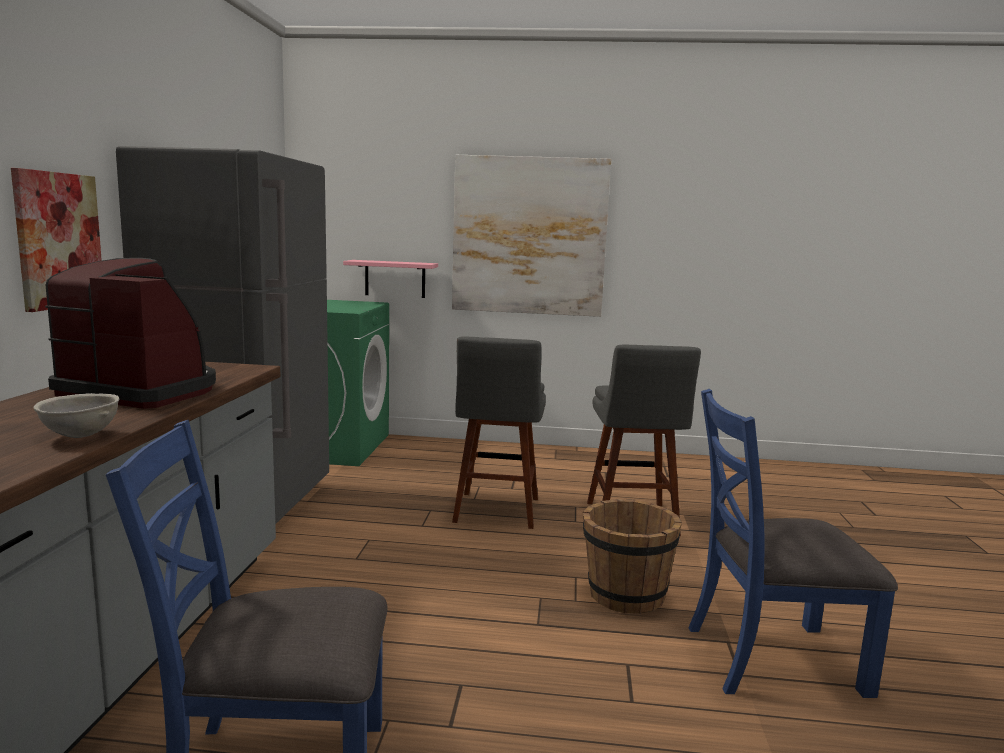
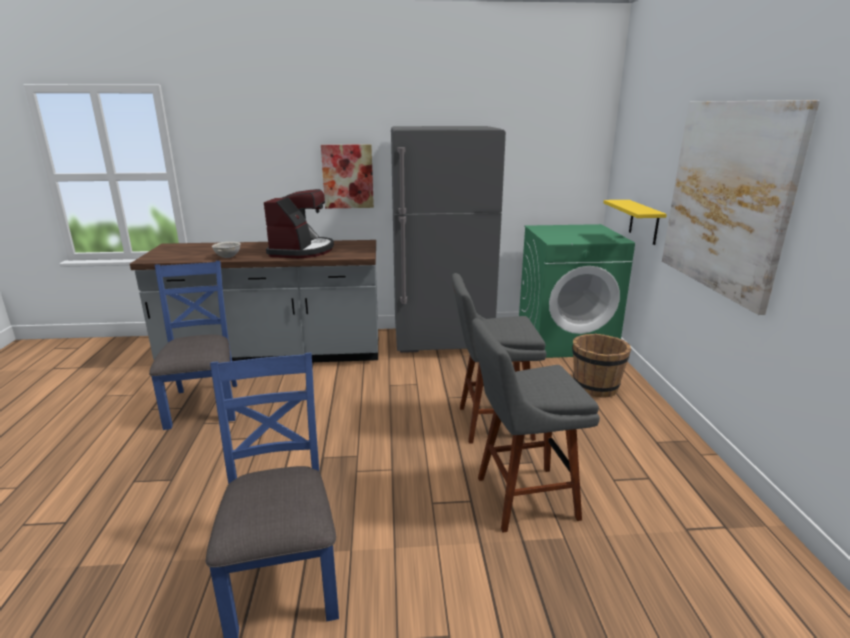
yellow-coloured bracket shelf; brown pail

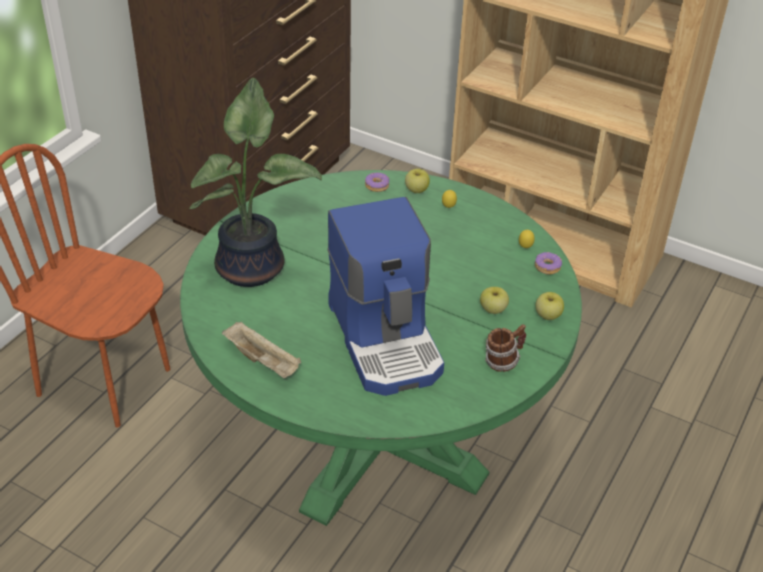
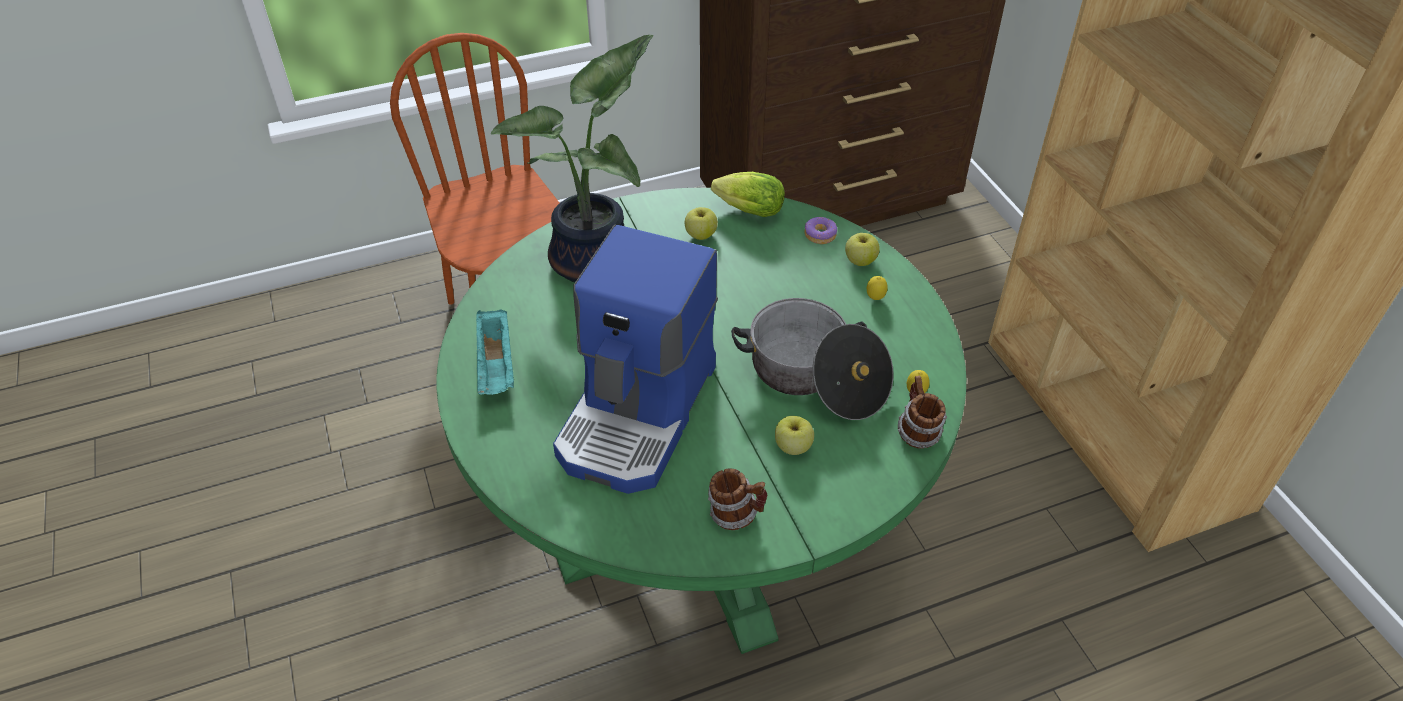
turquoise-coloured carrying tray; tea mug (2nd from left); apple (1st from left); head of lettuce; stockpot

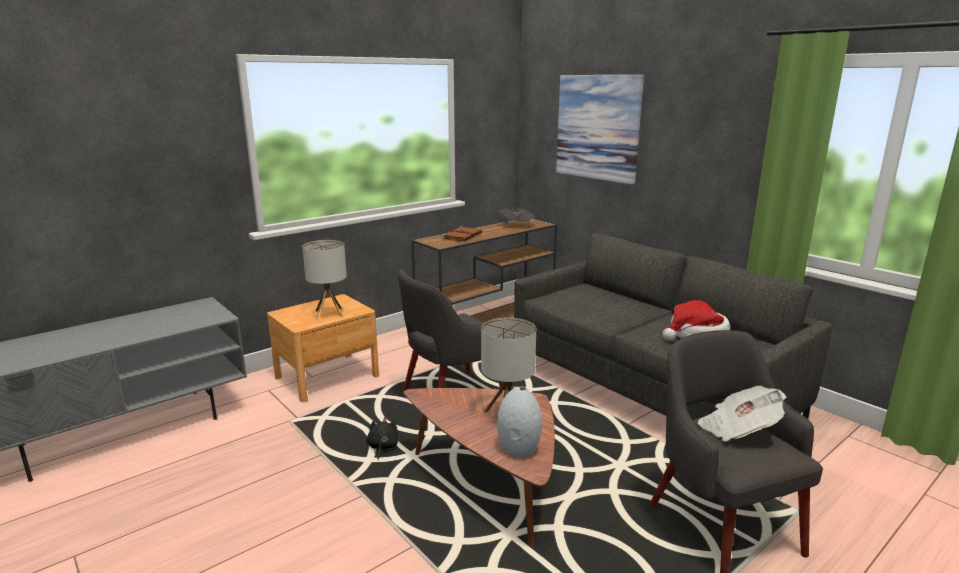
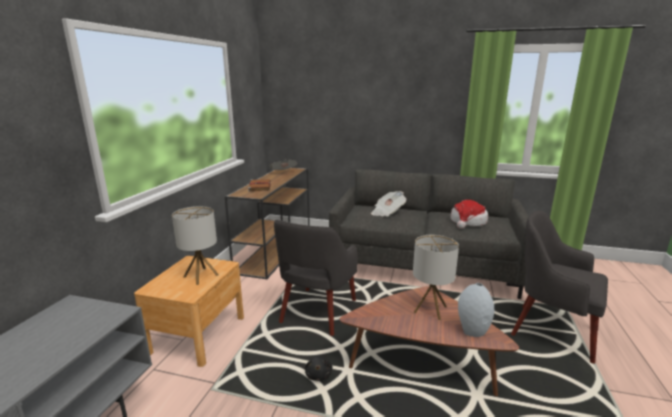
blackish soft toy; picture; newspaper (2nd from left)

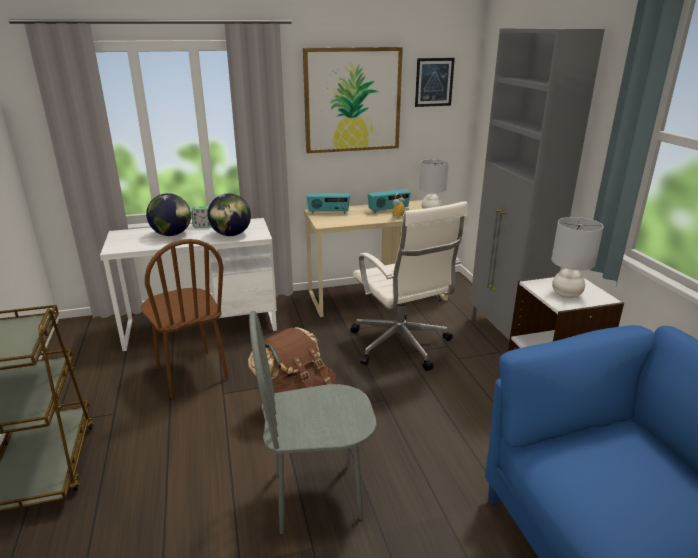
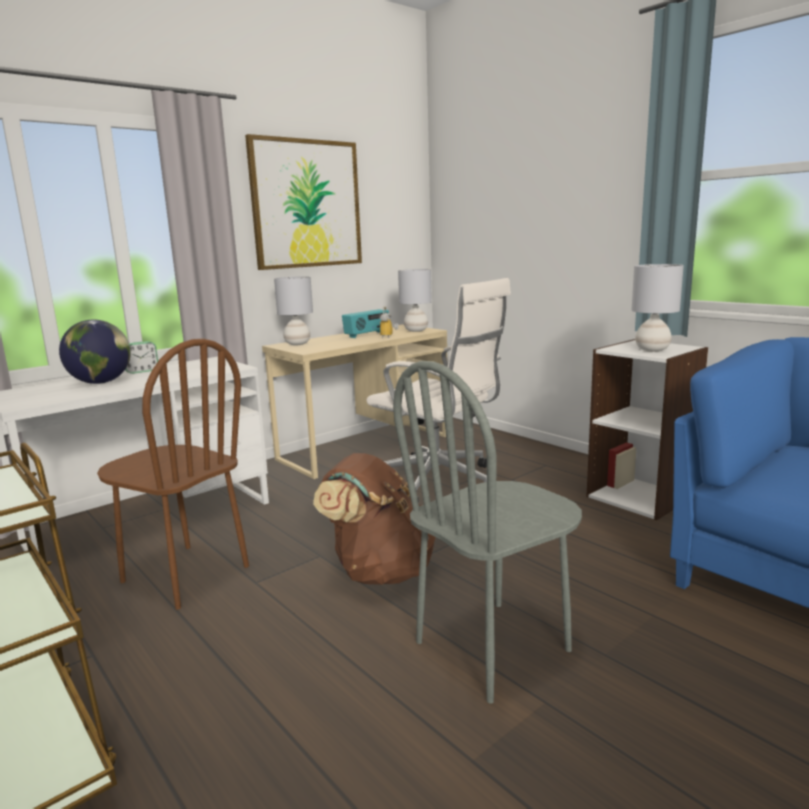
globe (2nd from left in the first image); greyish tabletop lamp (1st from left); picture (2nd from left in the first image); greyish cupboard

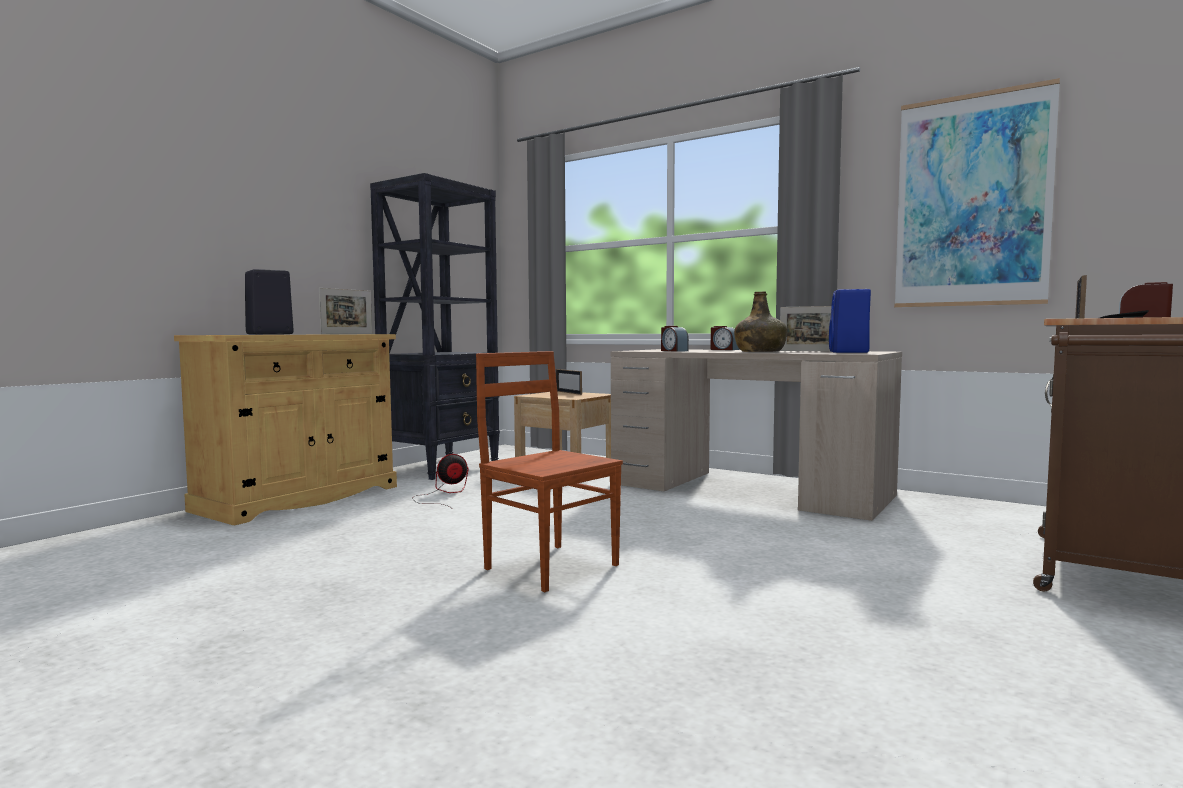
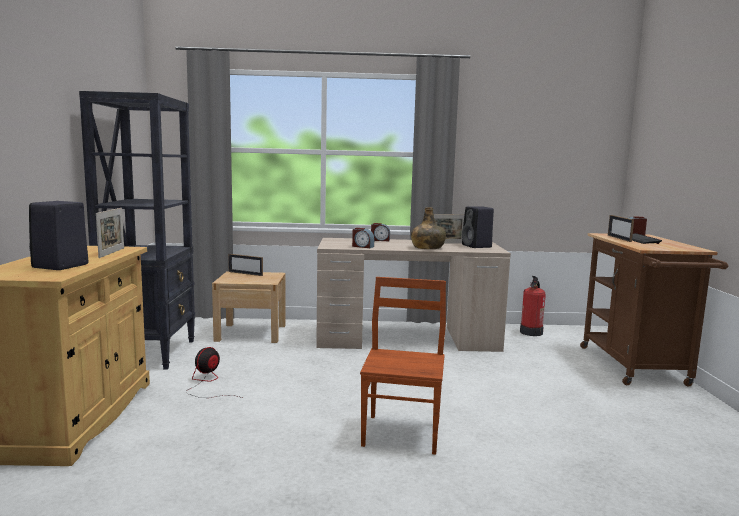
brown chair; blackish audio speaker (2nd from left); picture; extinguisher

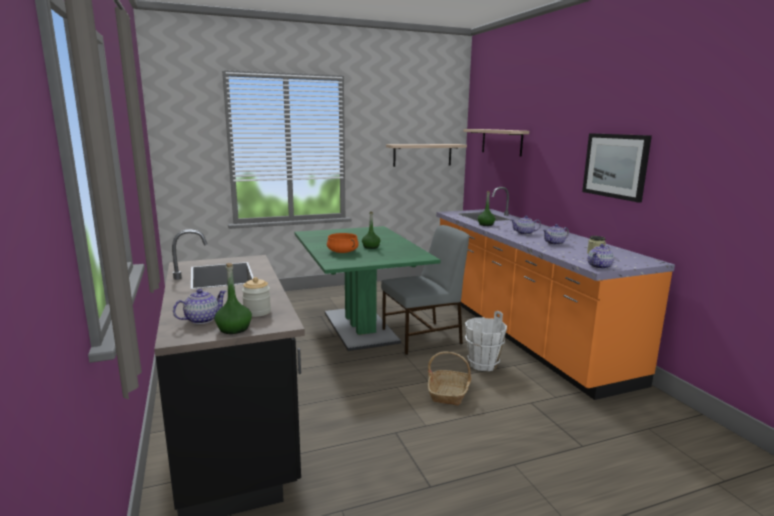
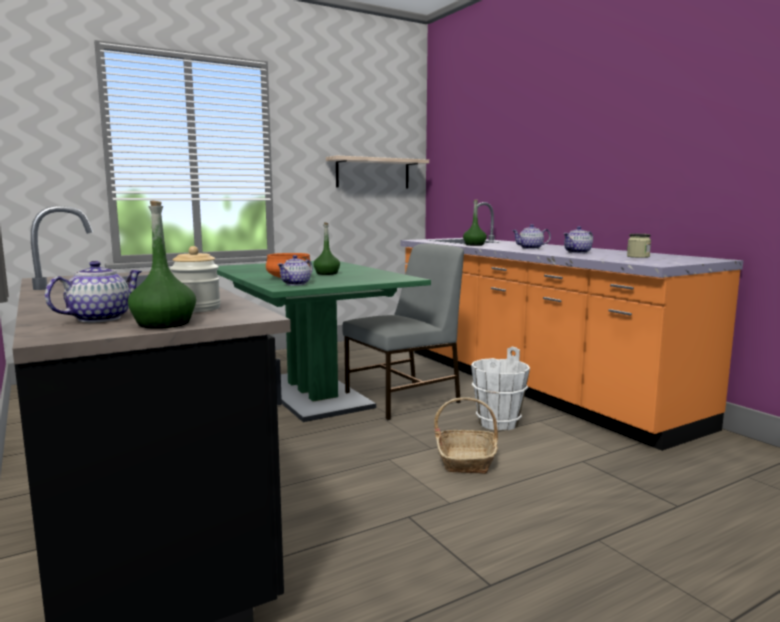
bracket shelf (2nd from left in the first image); picture; tea pot (2nd from left)

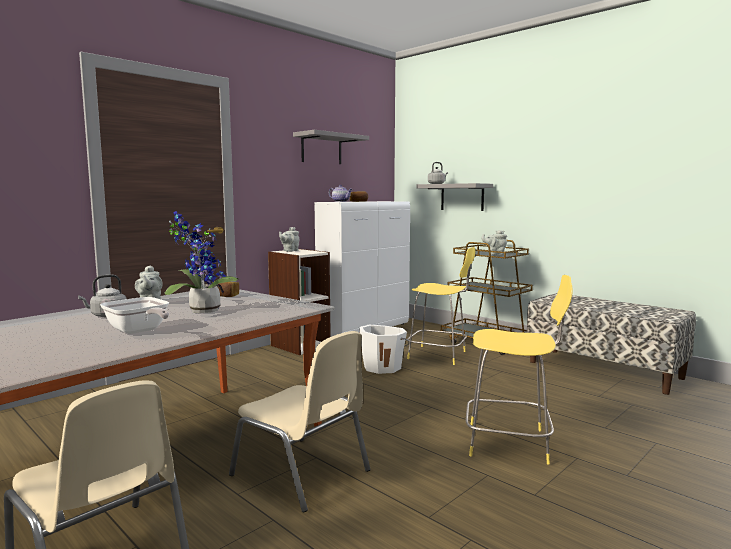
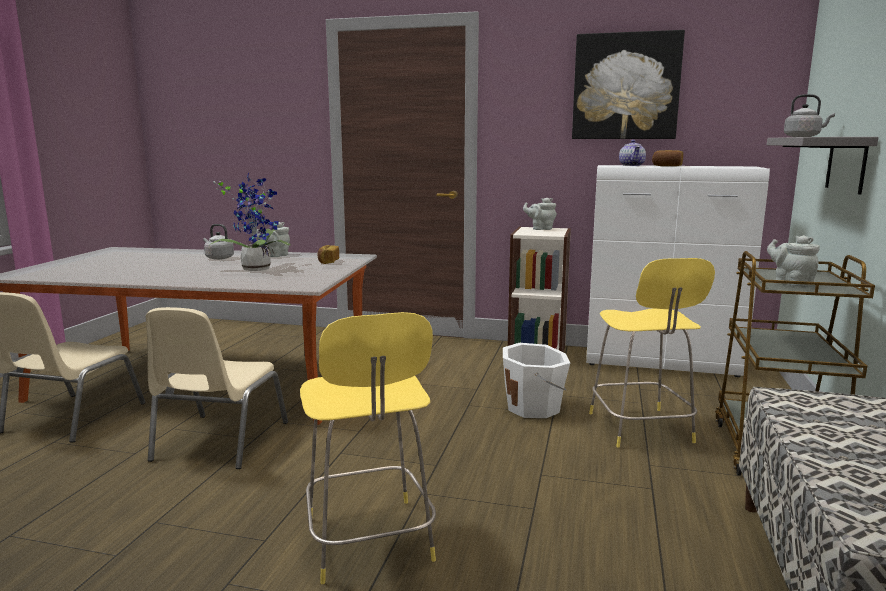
frying pan; picture

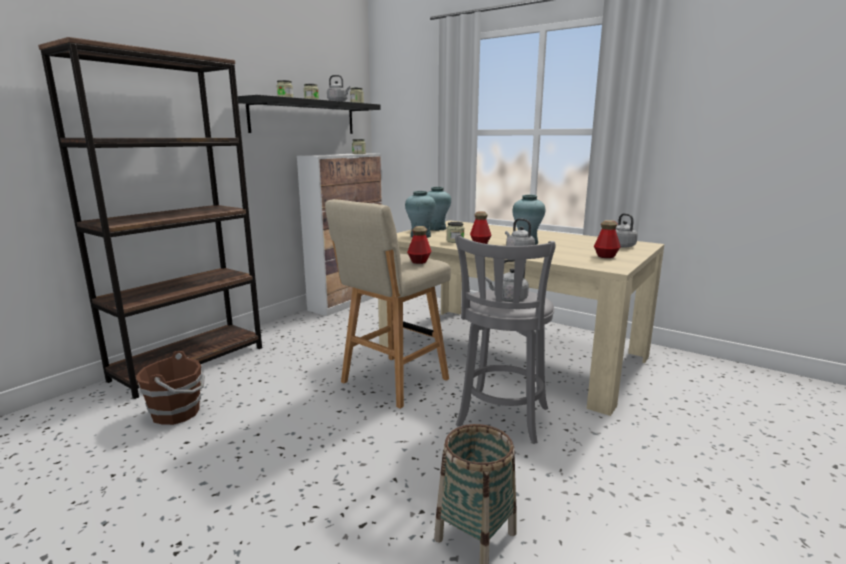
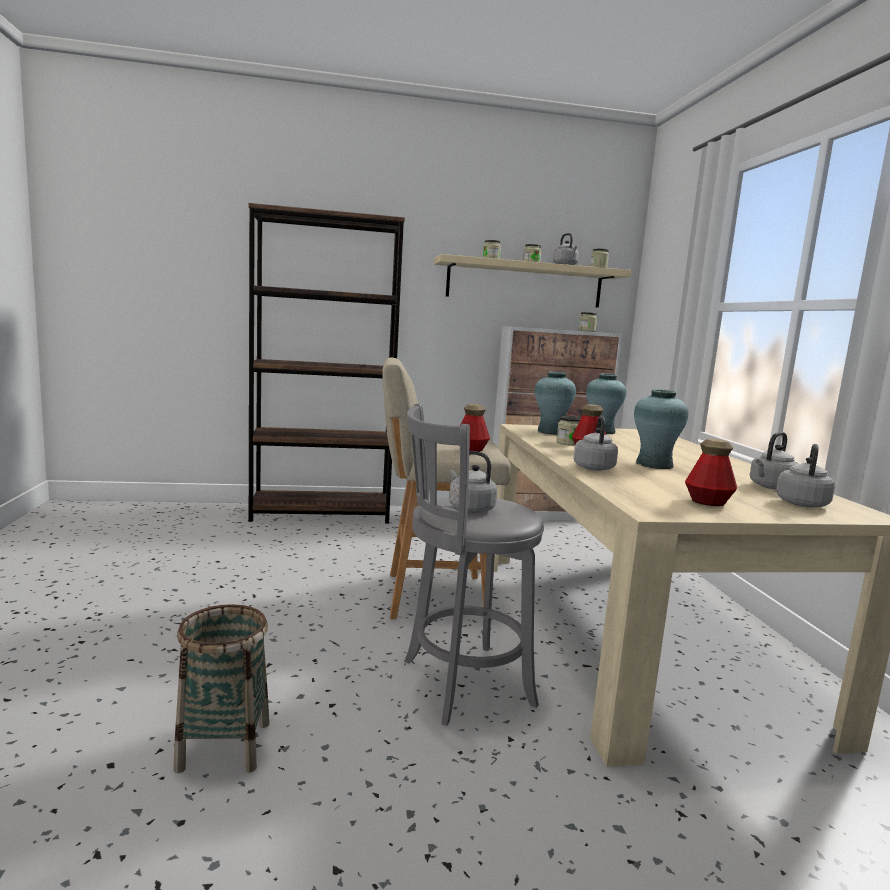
brown pail; sand-coloured bracket shelf; greyish tea kettle (4th from left)

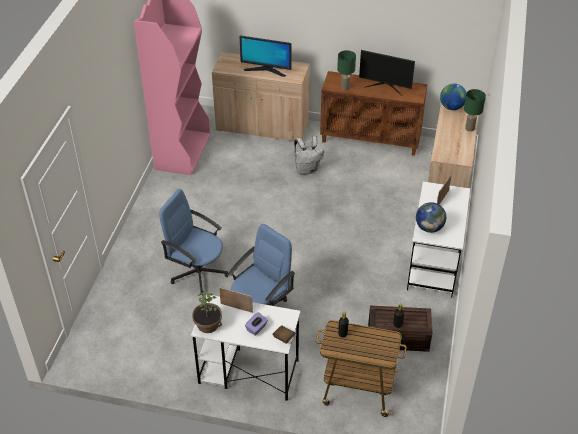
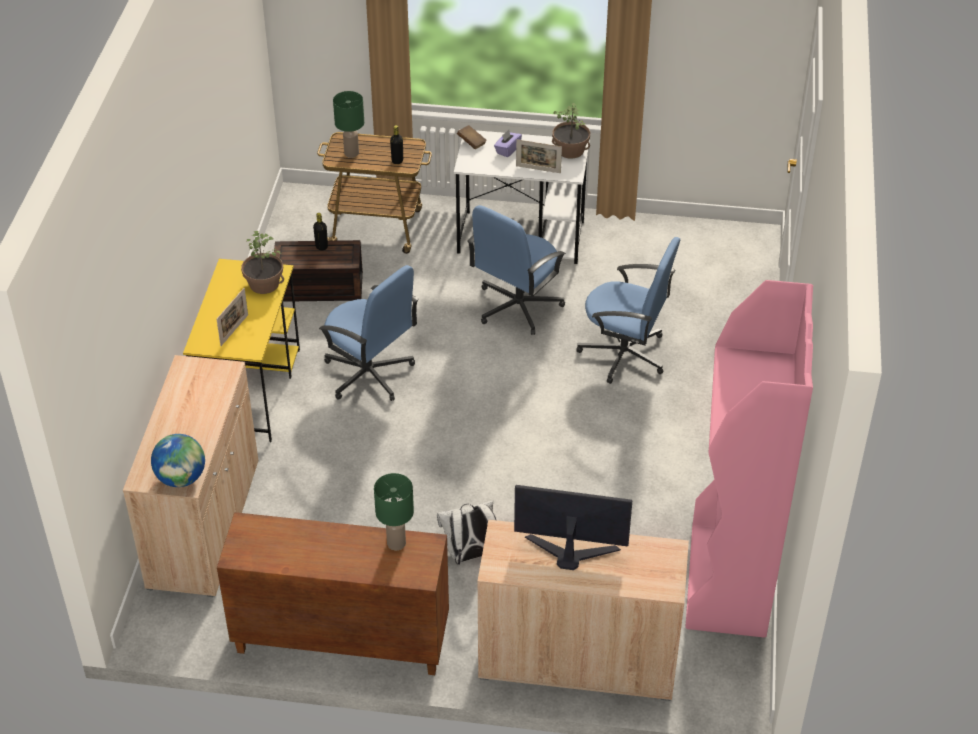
computer display (2nd from left in the first image); yellow-coloured desk unit; houseplant (1st from left); greenish tabletop lamp (1st from left); blue-coloured office chair (1st from left)

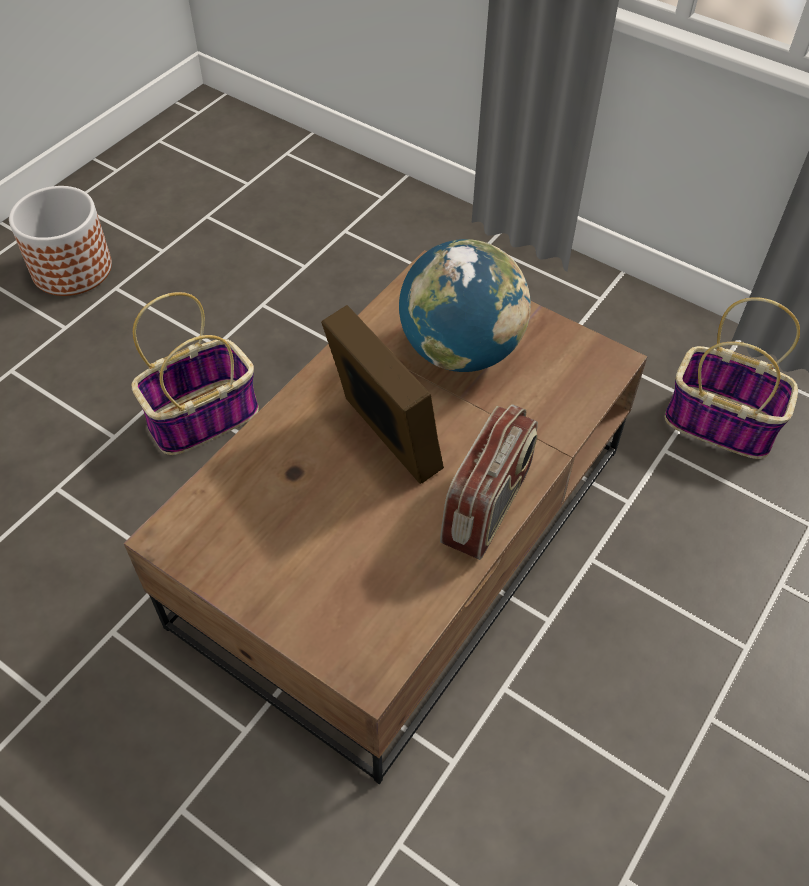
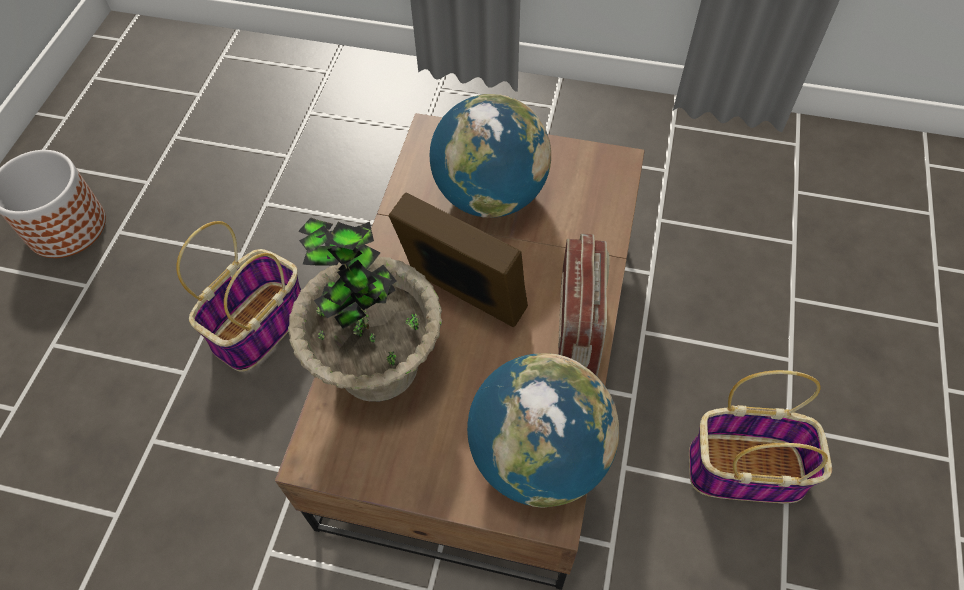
storage basket (2nd from left); houseplant; globe (2nd from left)

